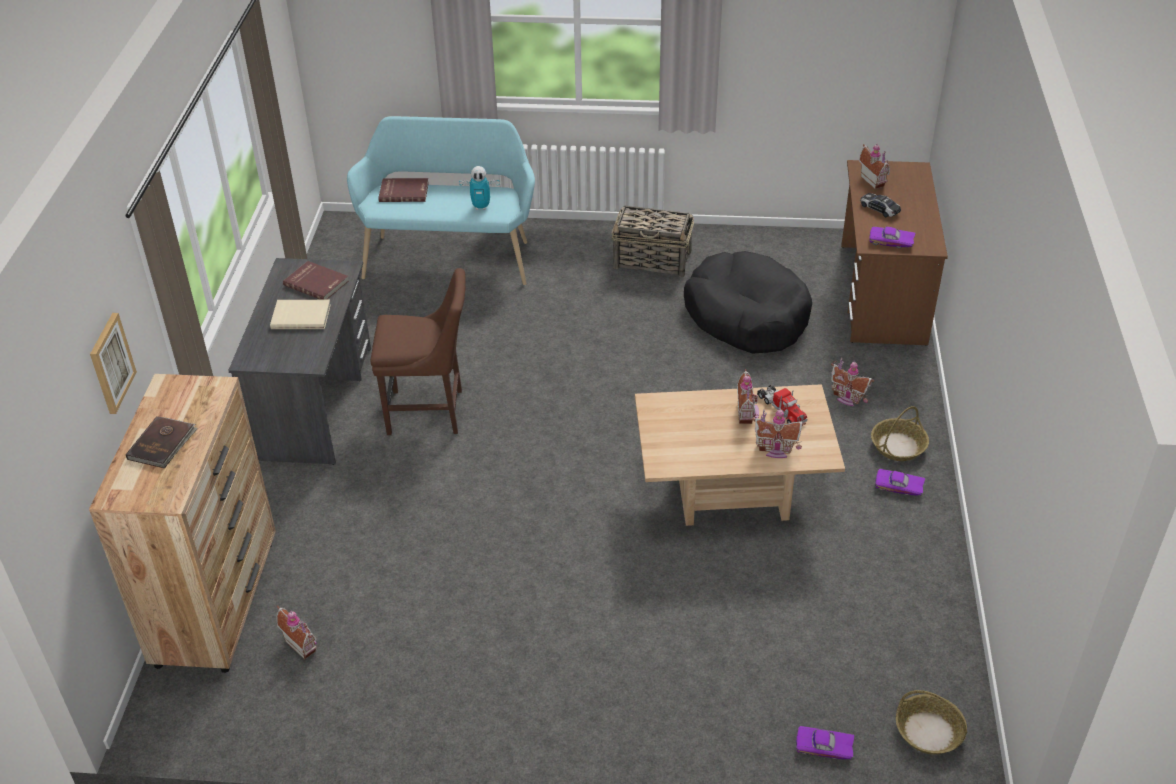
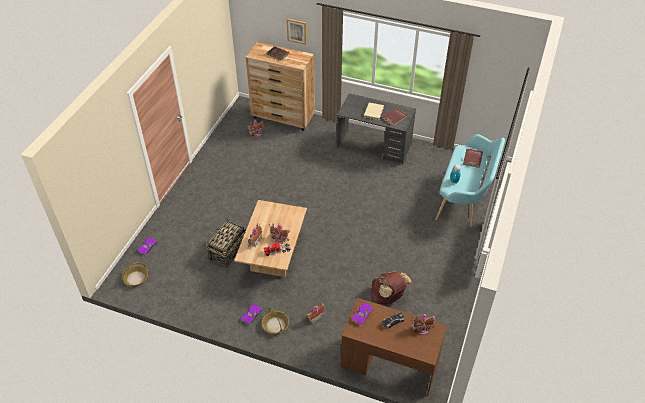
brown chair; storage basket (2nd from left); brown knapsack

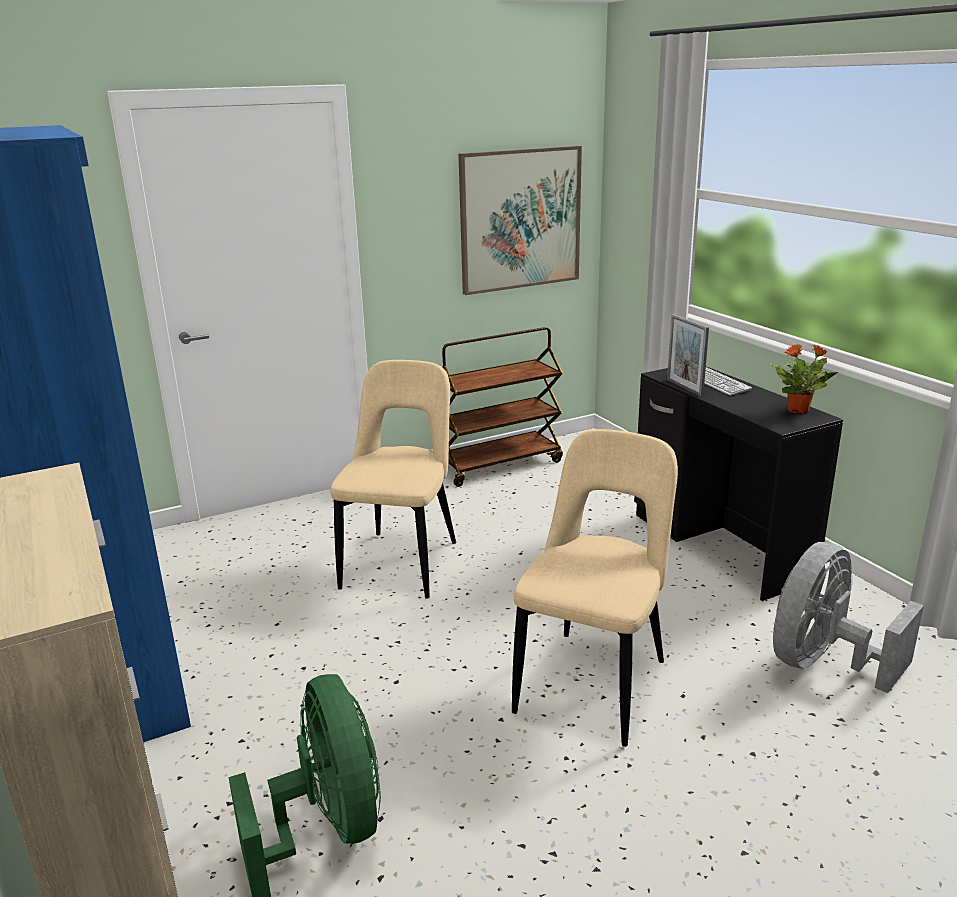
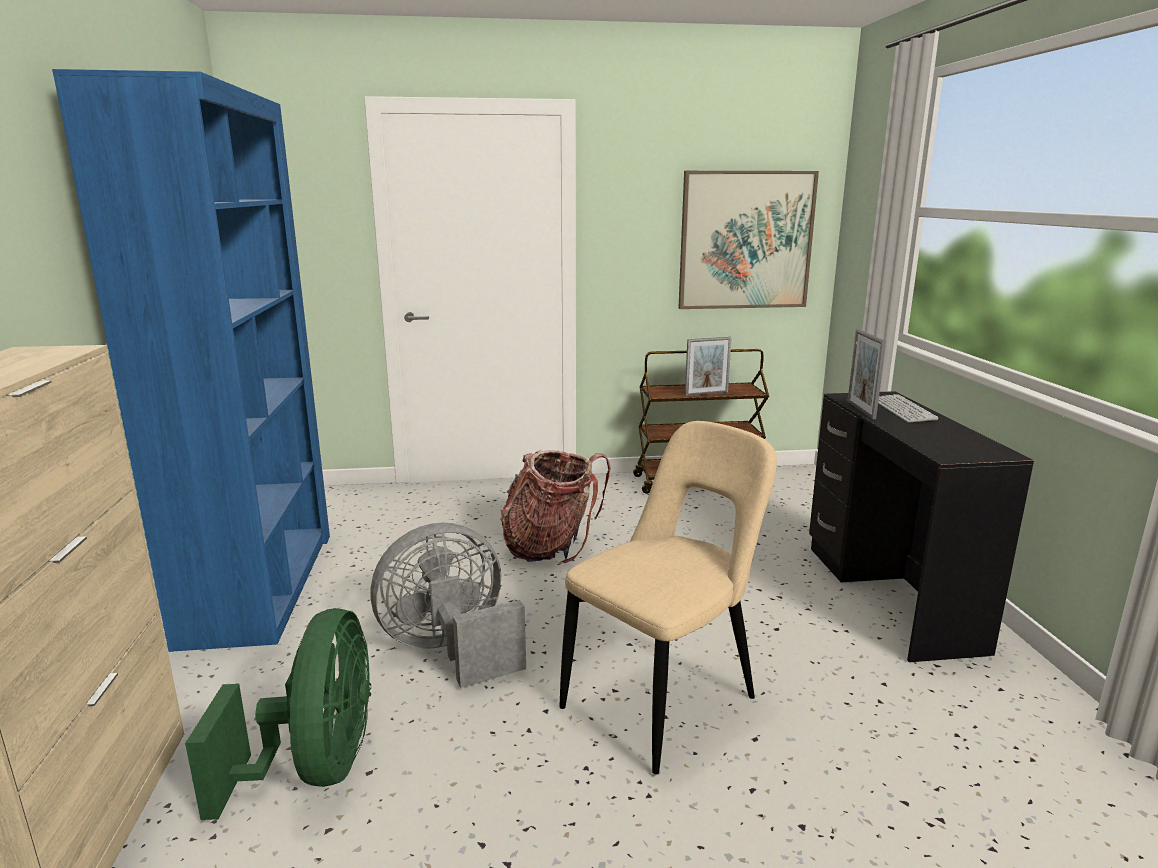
knapsack; houseplant; greyish electric fan; picture frame (1st from left)

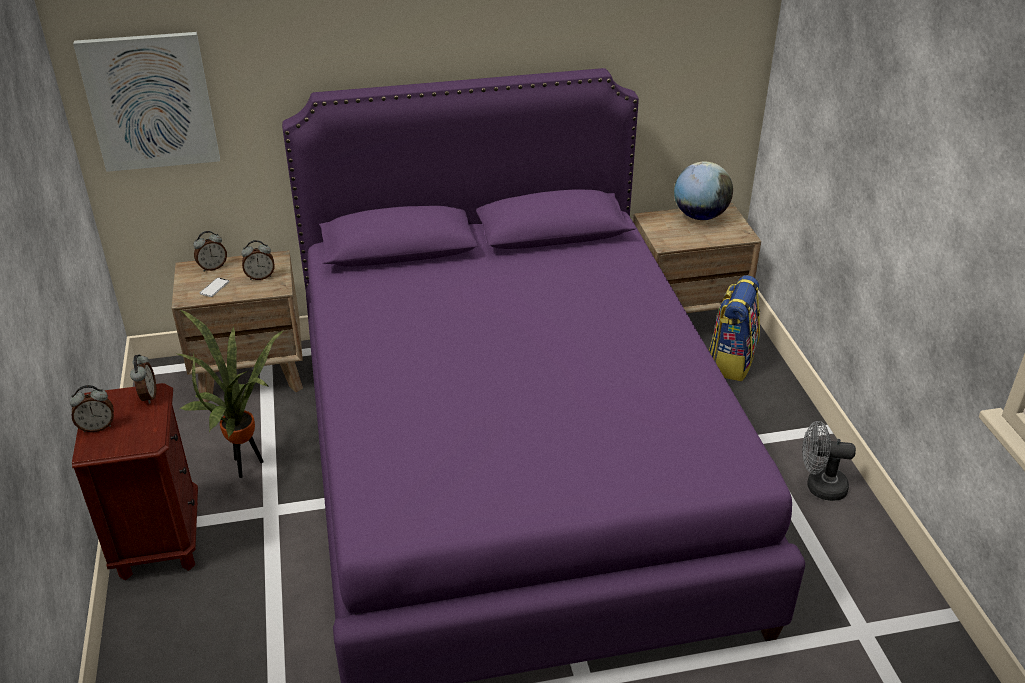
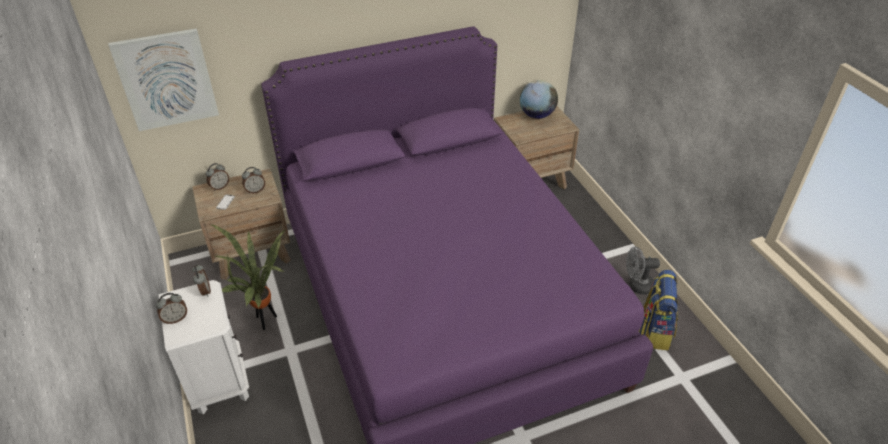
whitish nightstand; knapsack

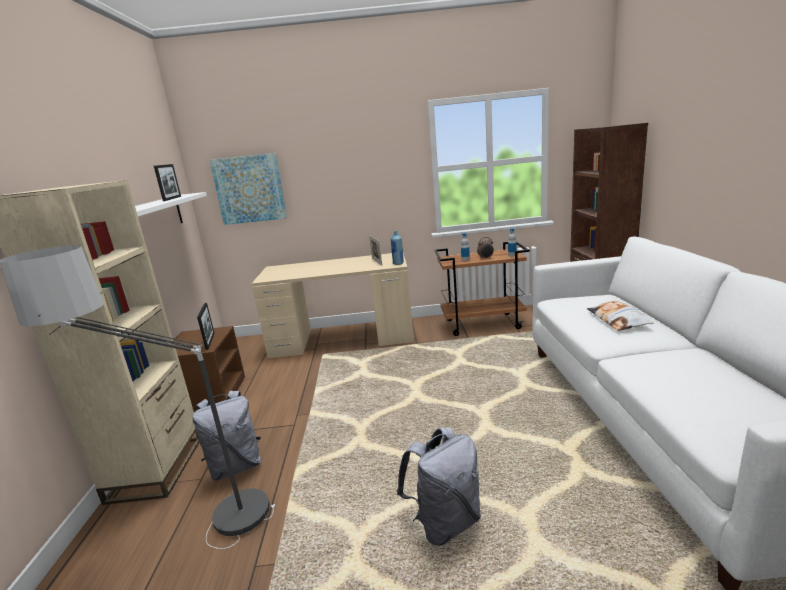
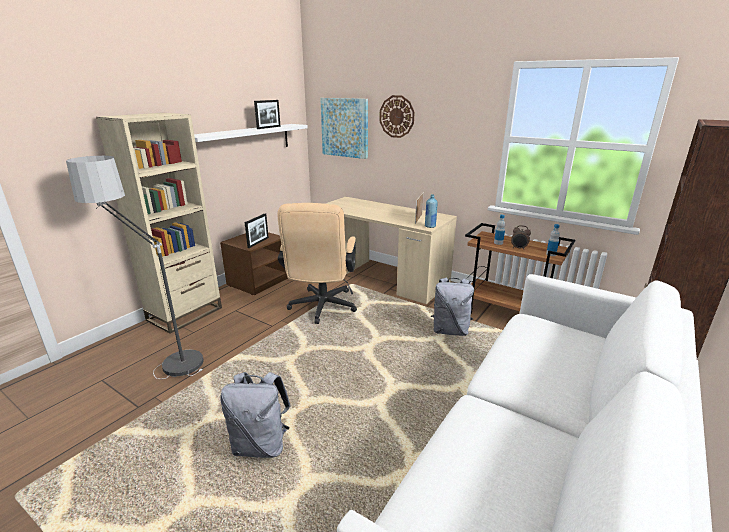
greyish knapsack (2nd from left); throw pillow; sand-coloured office chair; wall clock

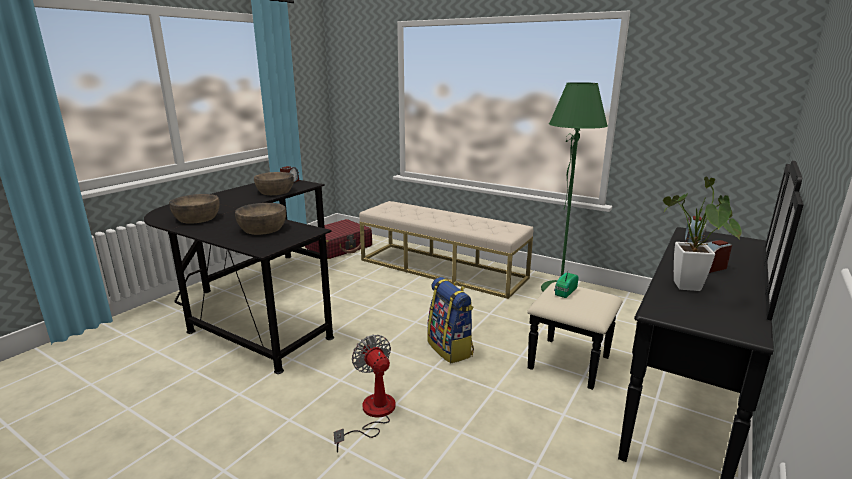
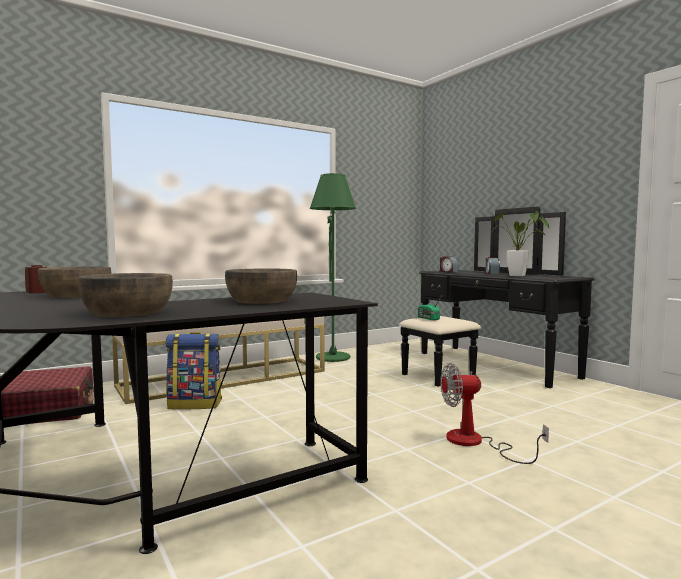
knapsack

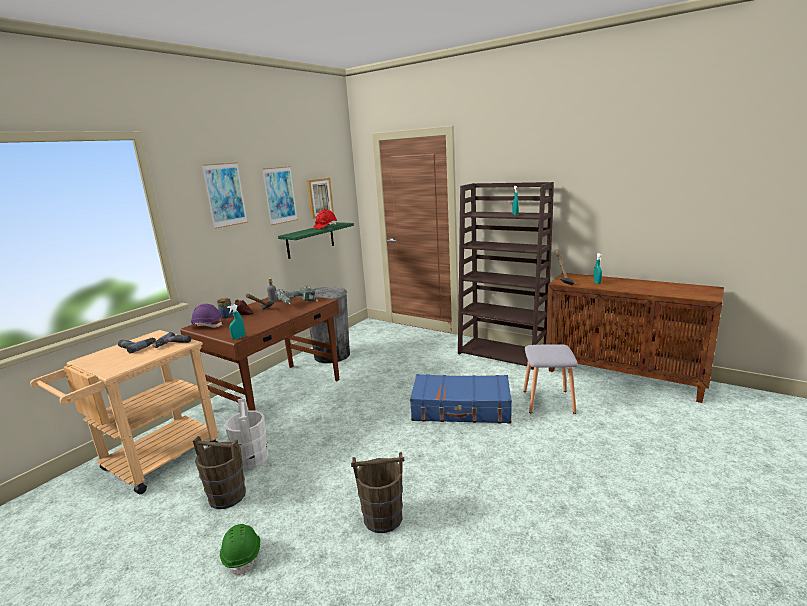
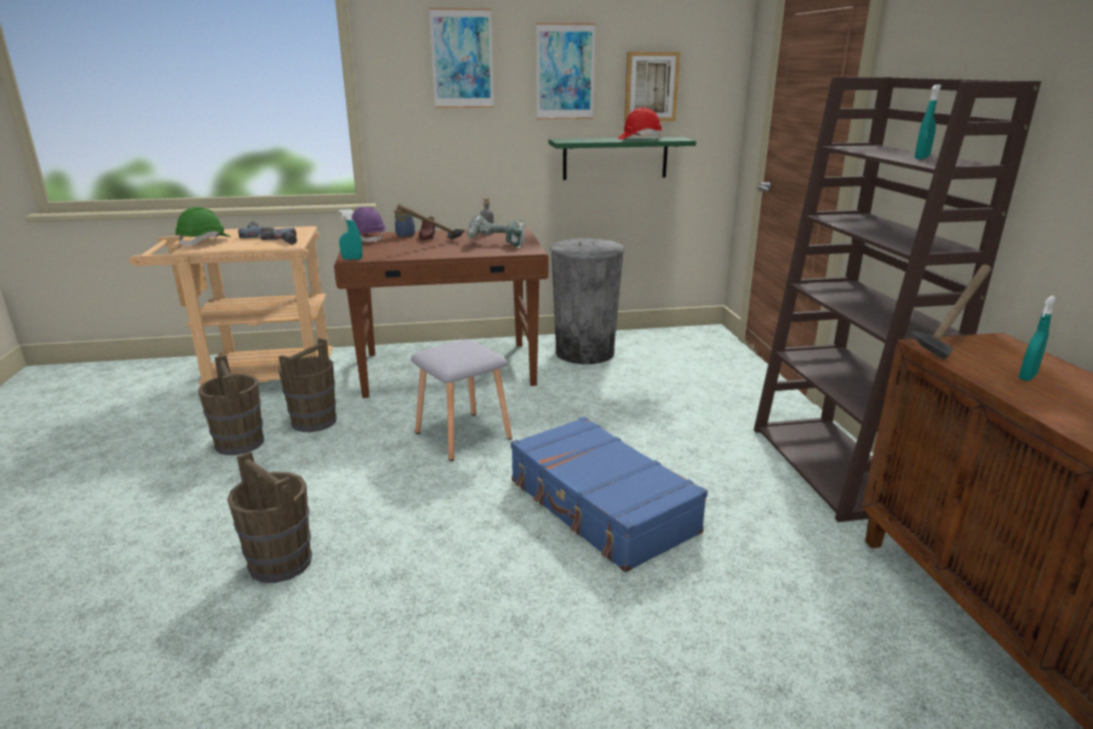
greenish safety helmet; brown pail (3rd from left); greyish stool

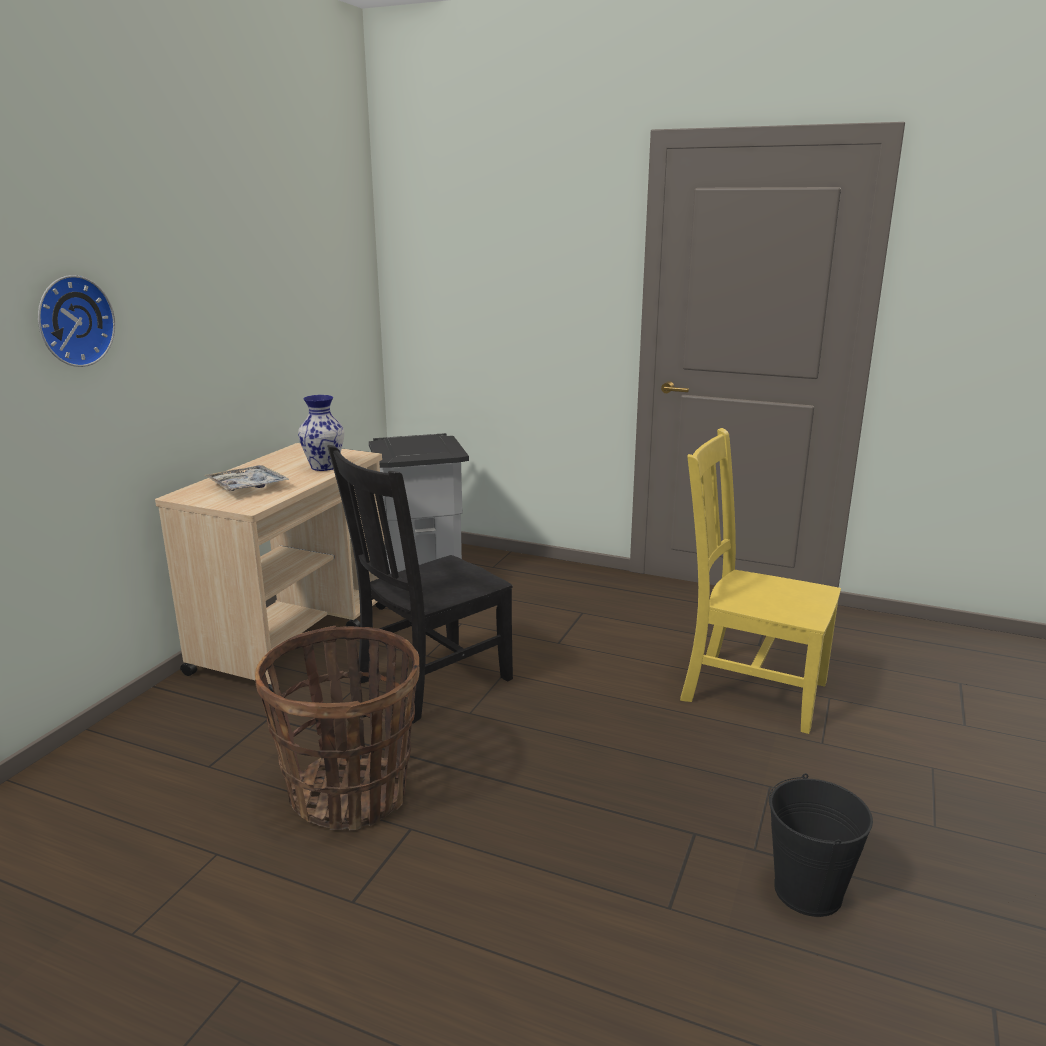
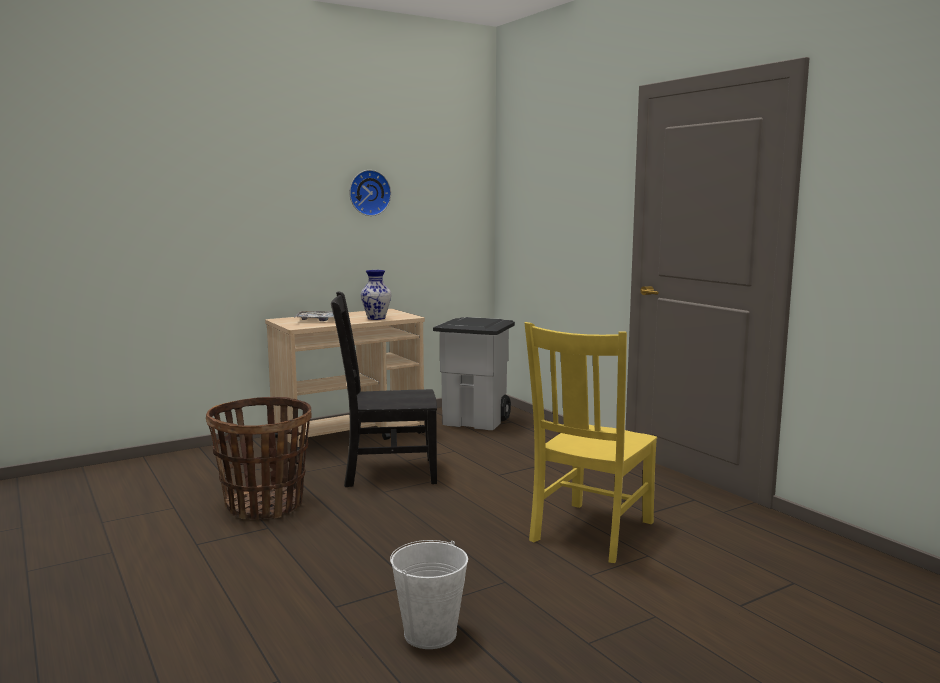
wall clock; yellow-coloured chair; whitish pail

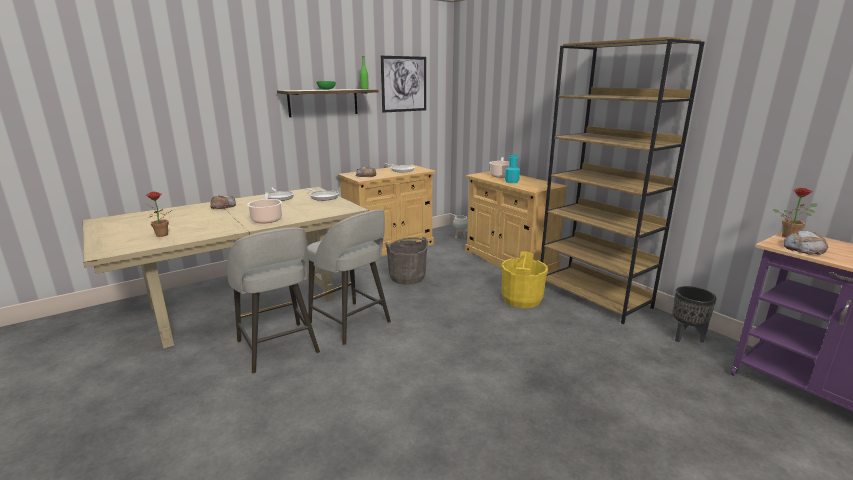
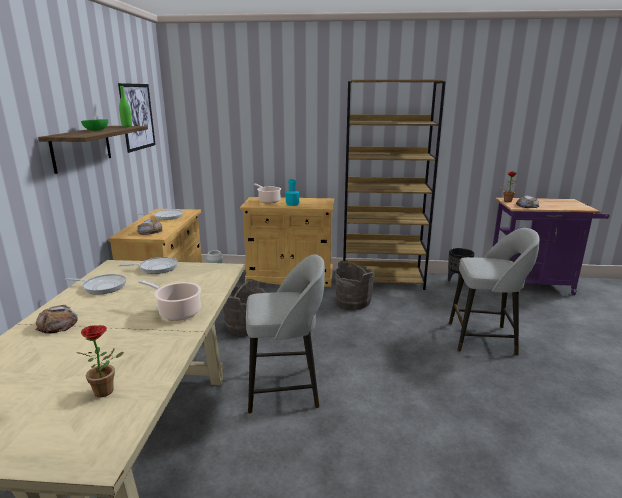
greyish stool (2nd from left); greyish pail (2nd from left)

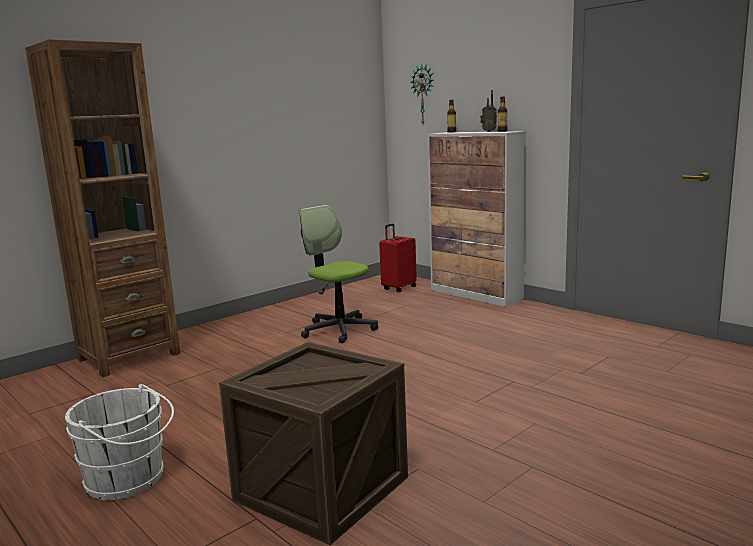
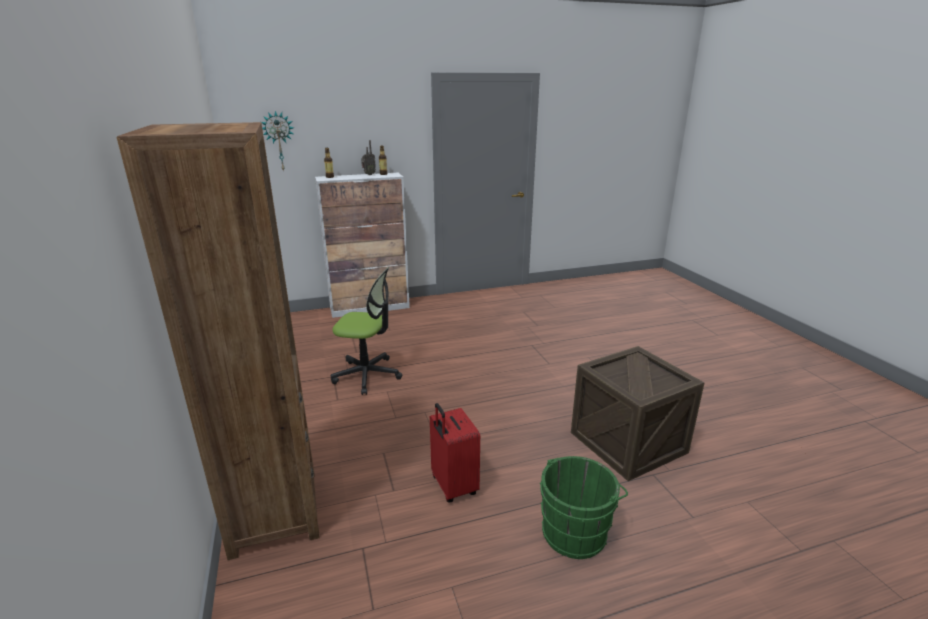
greenish pail; office chair; reddish piece of luggage

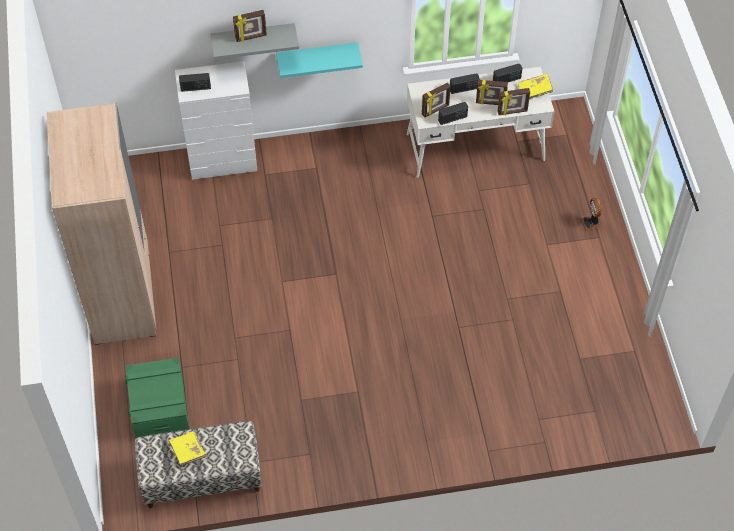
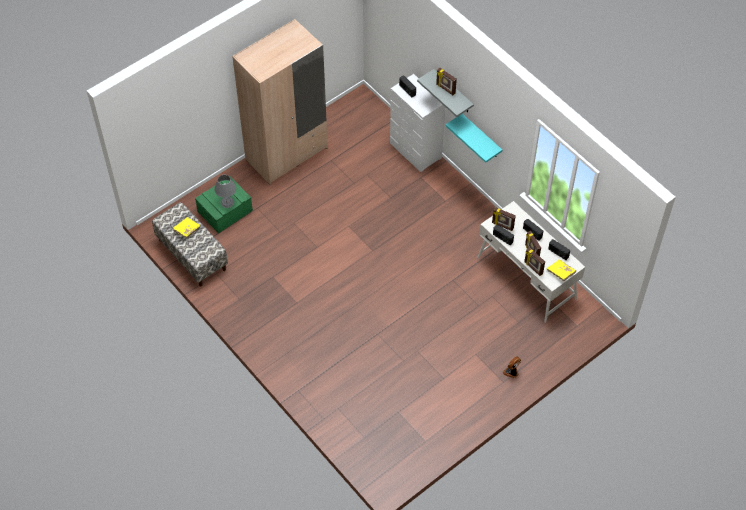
greyish tabletop lamp

